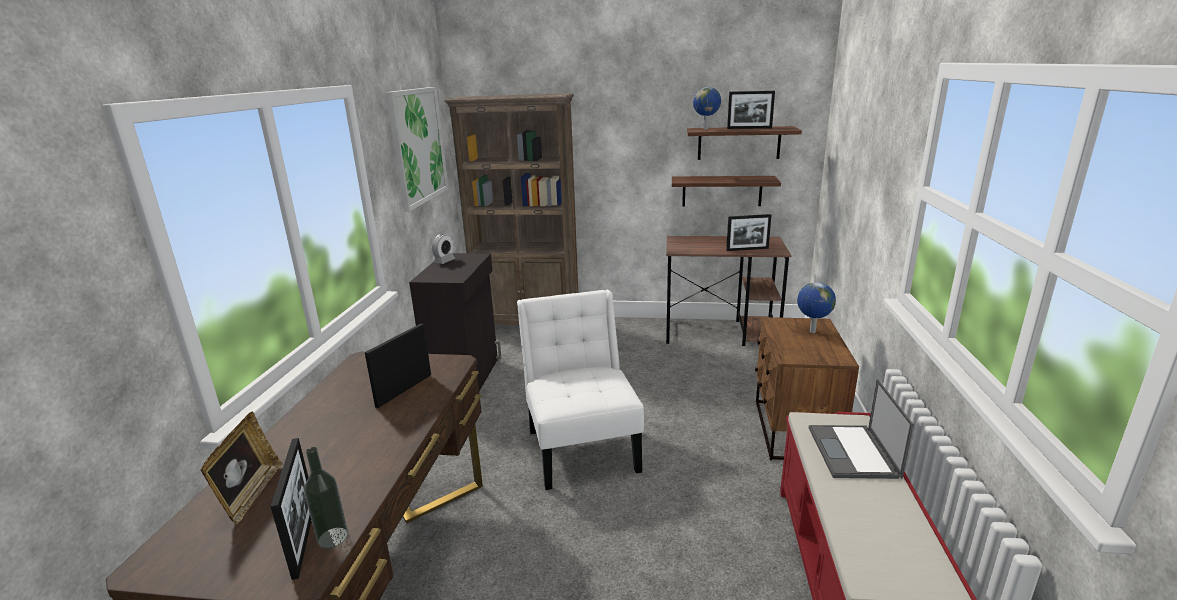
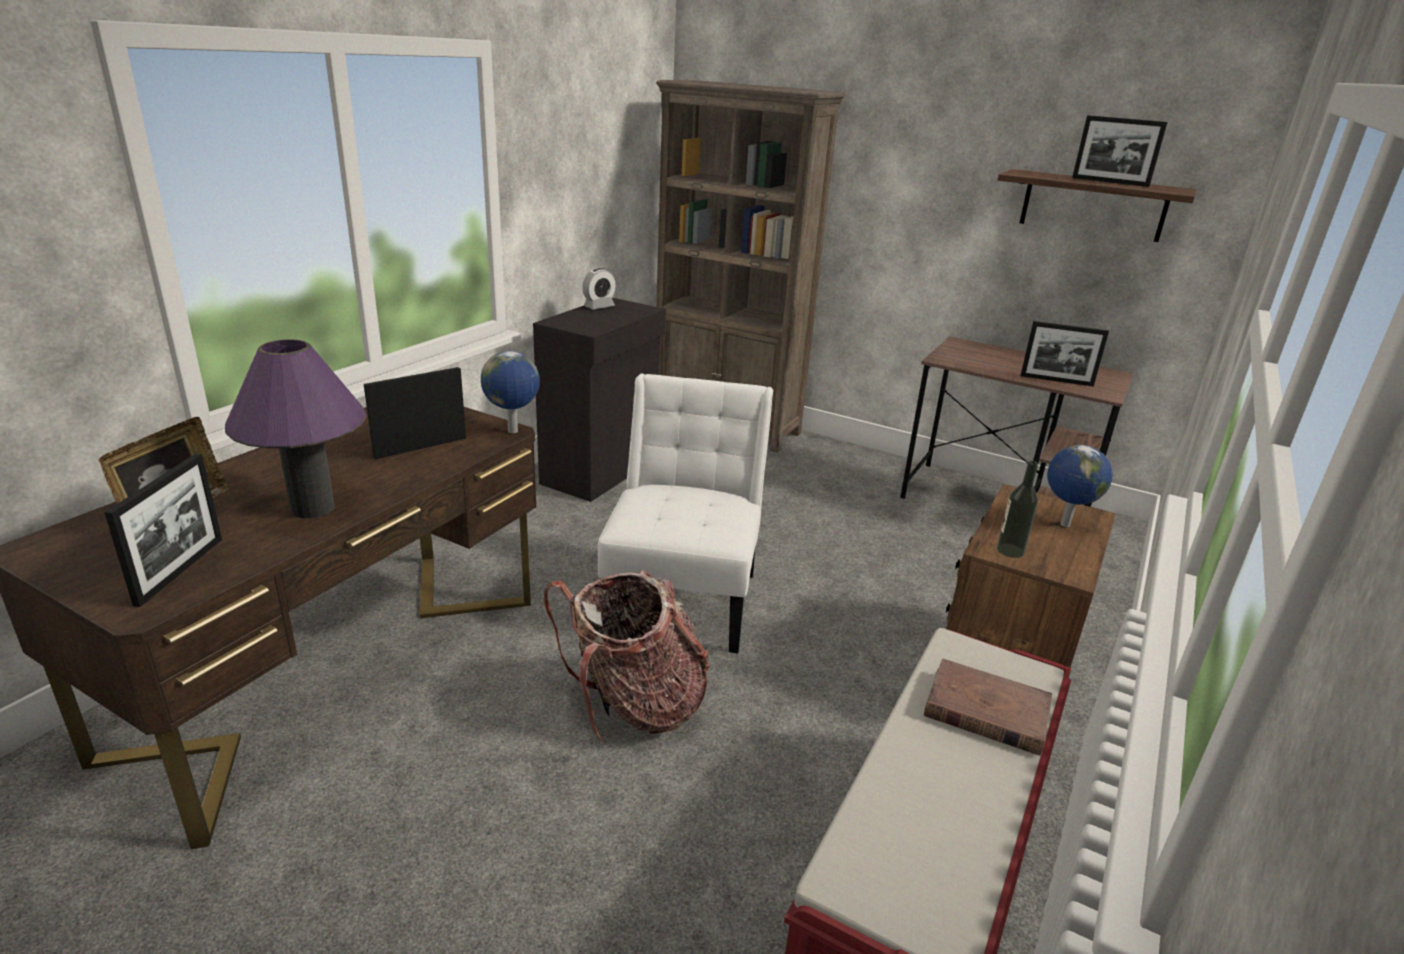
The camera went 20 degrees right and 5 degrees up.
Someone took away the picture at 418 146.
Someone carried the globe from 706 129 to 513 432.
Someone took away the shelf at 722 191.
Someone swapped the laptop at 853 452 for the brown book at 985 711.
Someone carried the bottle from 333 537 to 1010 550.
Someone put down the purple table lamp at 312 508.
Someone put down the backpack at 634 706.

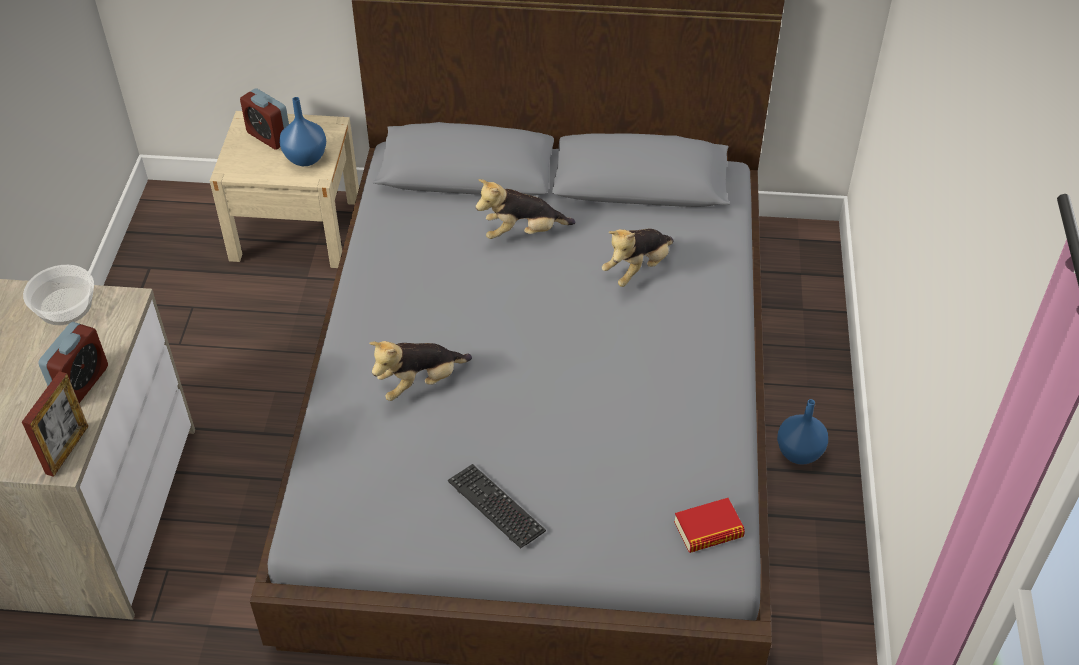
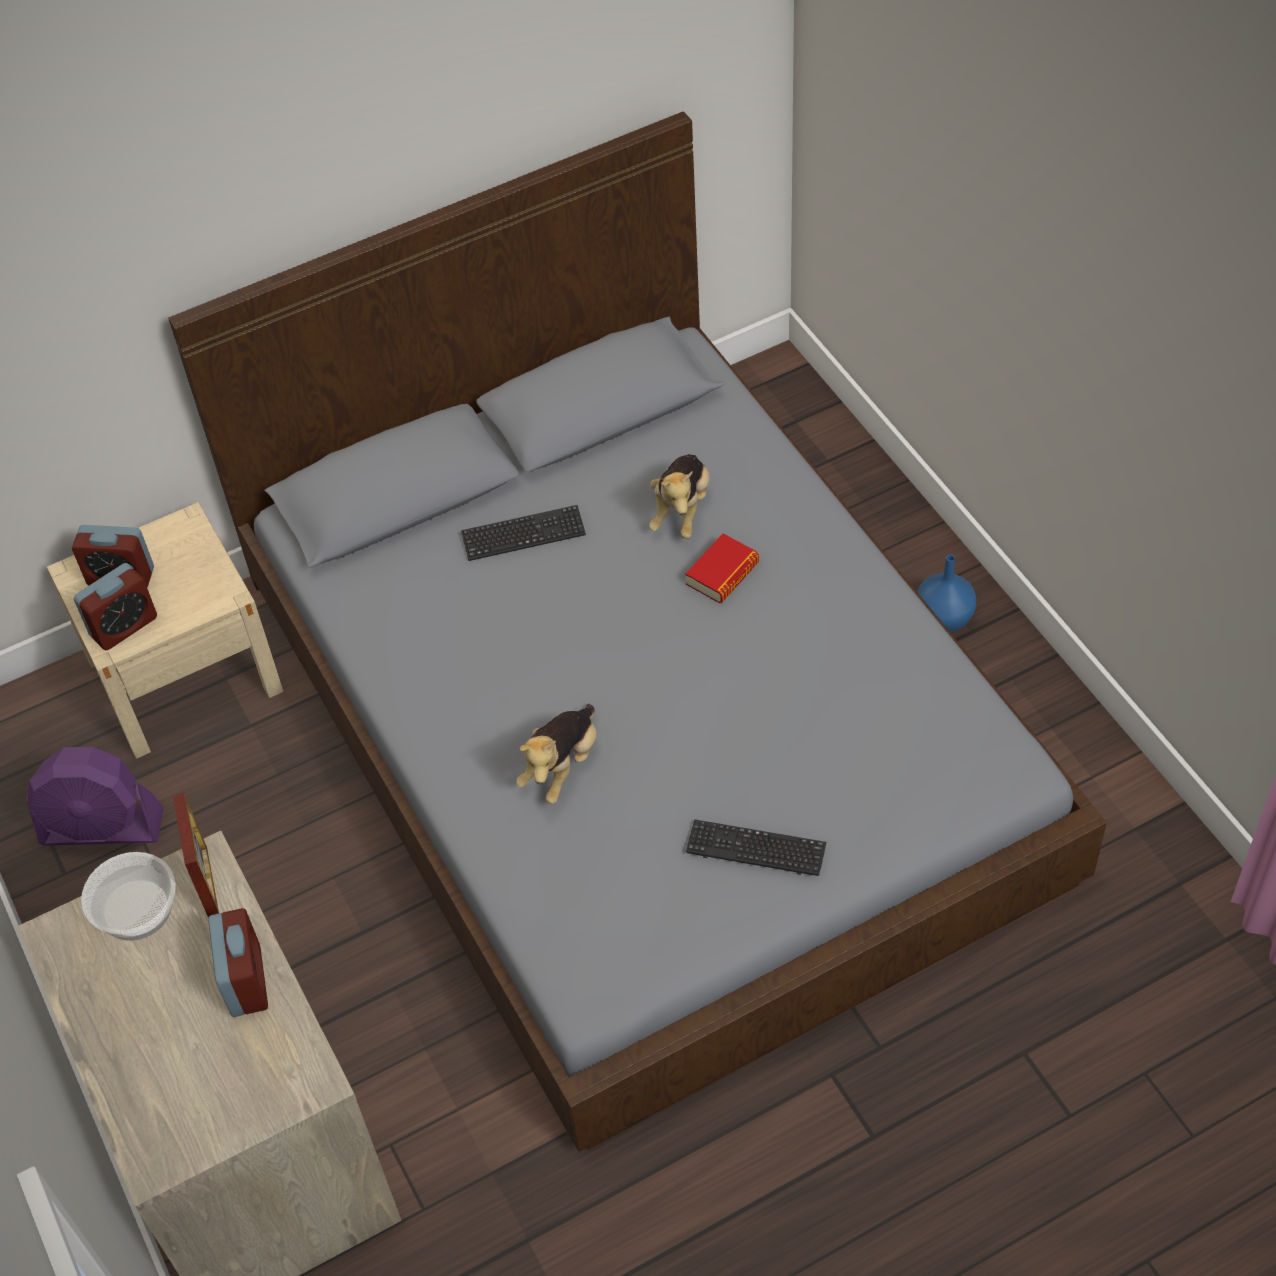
The camera went 30 degrees left and 5 degrees up.
Someone took away the blue vase at 306 157.
Someone swapped the plush toy at 522 233 for the keyboard at 523 535.
Someone carried the picture frame from 67 450 to 207 882.
Someone carried the book from 708 530 to 722 574.
Someone put down the alarm clock at 124 626.
Someone put down the purple fan at 102 827.

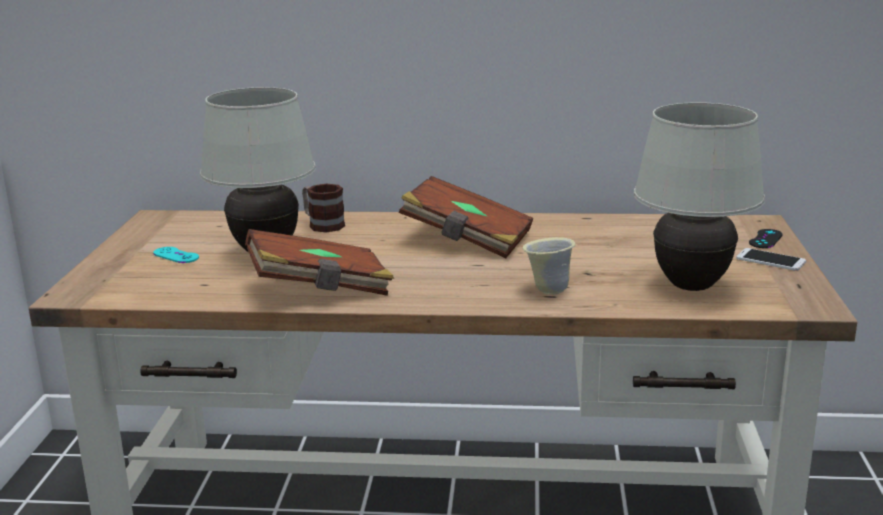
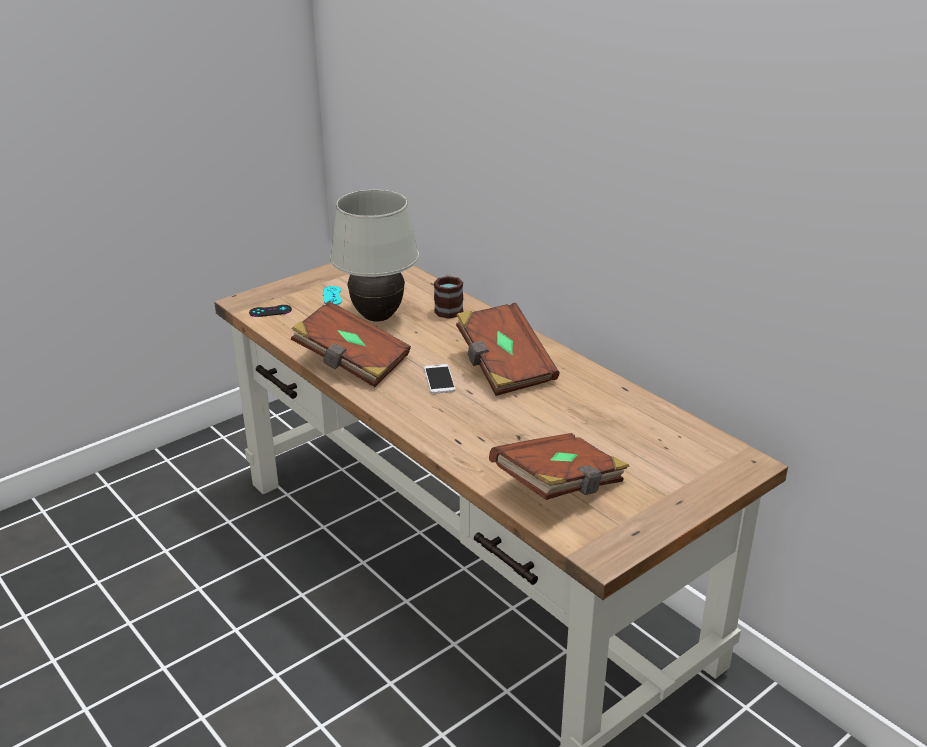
The camera went 45 degrees right and 10 degrees up.
Someone swapped the white table lamp at 691 286 for the brown book at 560 486.
Someone carried the black game controller from 765 239 to 270 311.
Someone took away the beige mug at 547 291.
Someone carried the phone from 770 260 to 439 379.

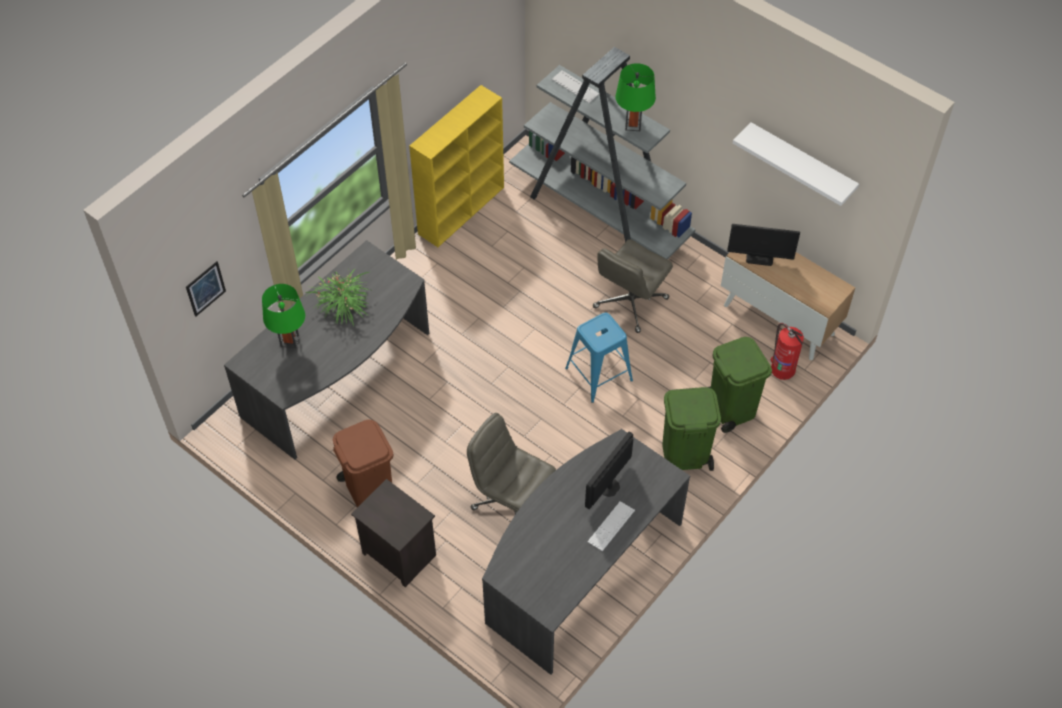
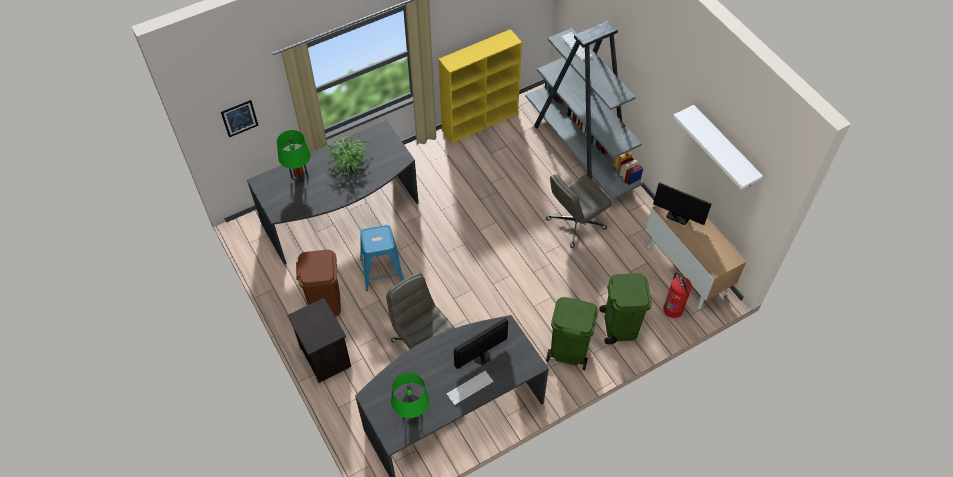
The camera went 20 degrees right and 0 degrees up.
Someone carried the green table lamp from 633 125 to 412 416.
Someone carried the blue stool from 599 374 to 382 271.

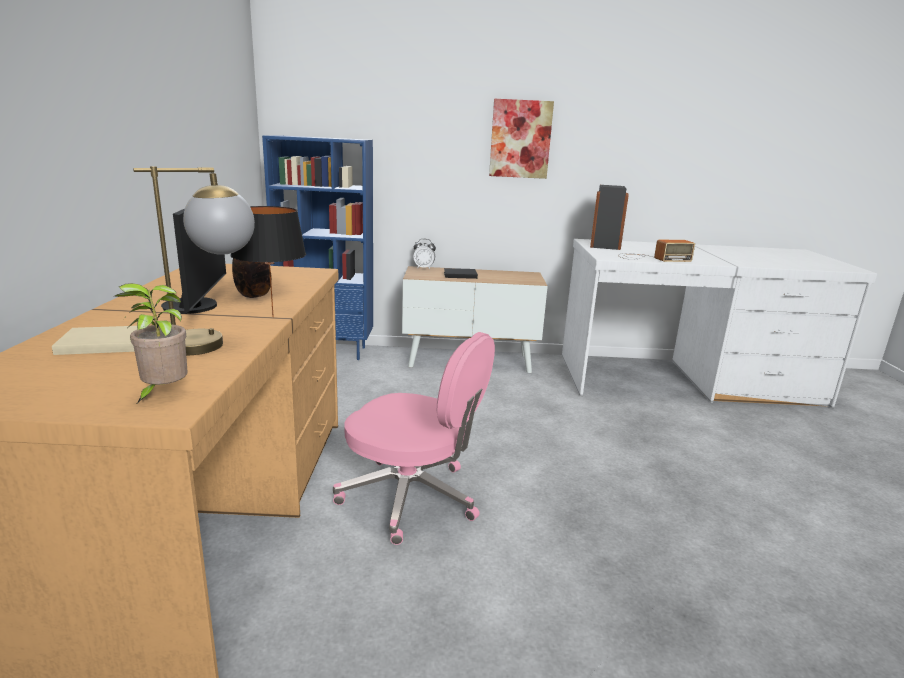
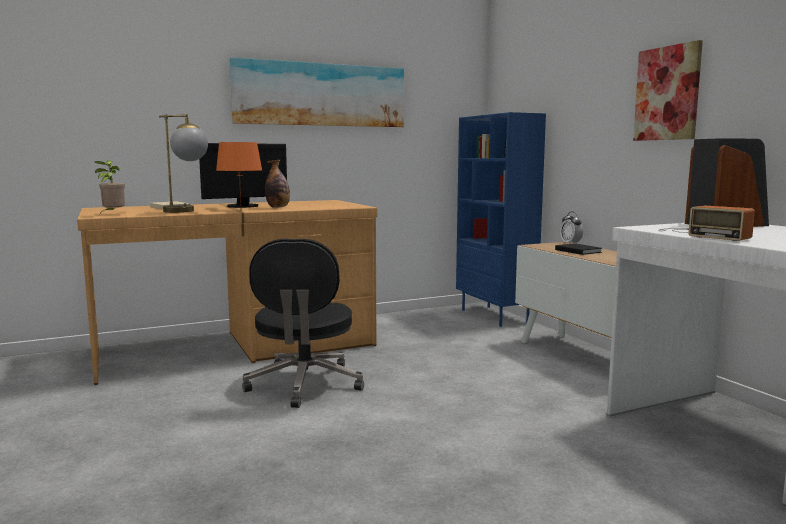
The camera went 65 degrees right and 10 degrees down.
Someone repainted the black table lamp at 273 316, which became the orange table lamp at 241 211.
Someone repainted the pink office chair at 412 498, which became the black office chair at 304 385.
Someone put up the picture at 320 95.

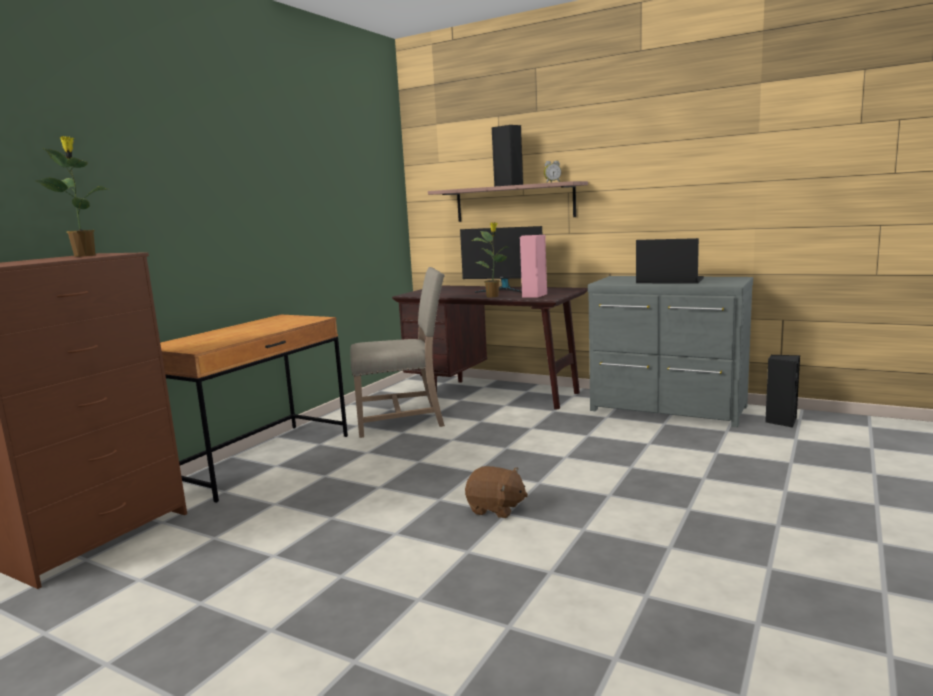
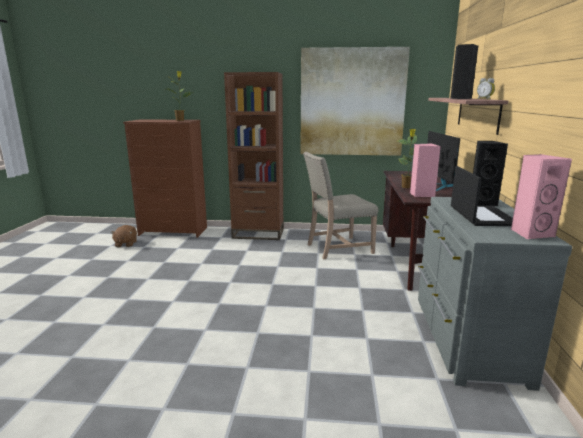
The camera went 65 degrees right and 5 degrees up.
Someone rotated the beige chair at 403 420 by 105 degrees clockwise.
Someone swapped the brown desk at 261 460 for the brown bookcase at 258 233.
Someone carried the black speaker from 781 421 to 481 203.
Someone carried the brown plush toy from 495 509 to 125 244.
Someone put up the picture at 352 102.
Someone put down the pink speaker at 530 233.

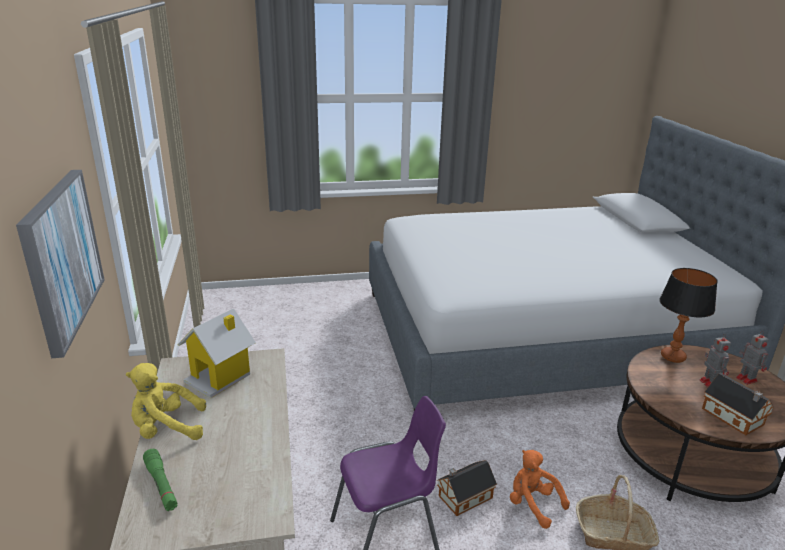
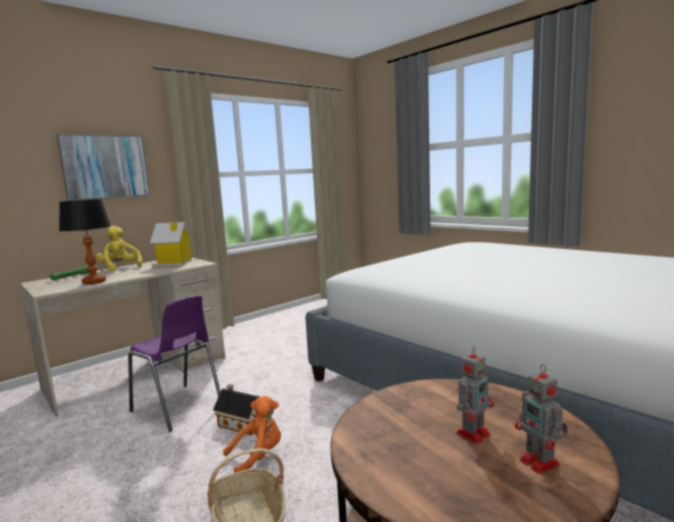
The camera went 60 degrees right and 15 degrees down.
Someone carried the table lamp from 673 357 to 94 282.
Someone rotated the toy robot at 745 378 by 120 degrees clockwise.
Someone took away the toy house at 734 418.
Someone rotated the orange plush toy at 532 504 by 45 degrees clockwise.

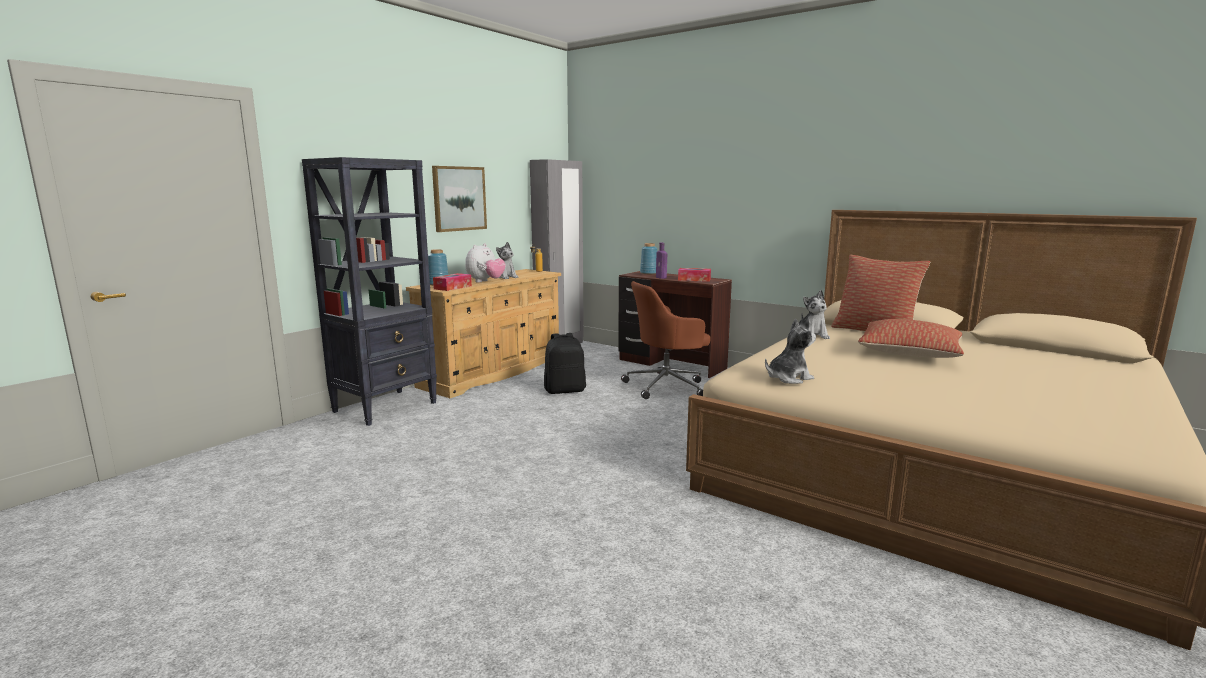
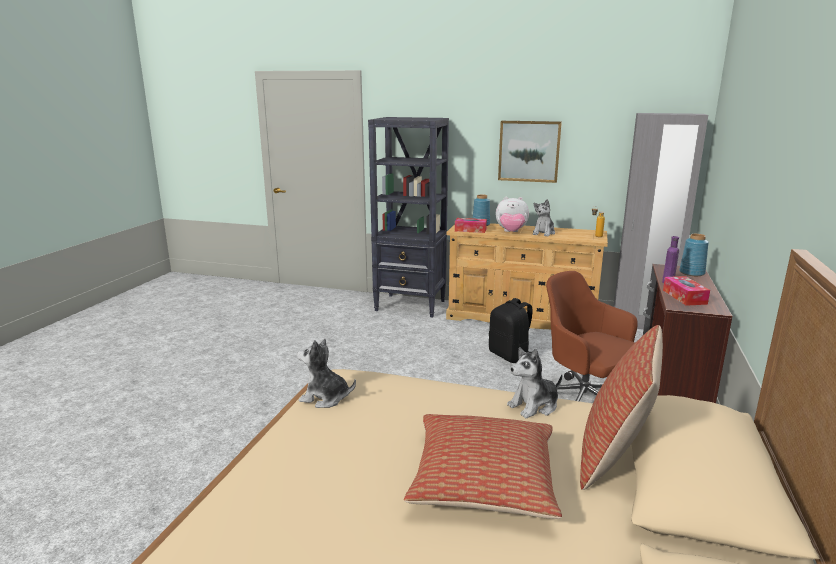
The camera went 70 degrees right and 5 degrees up.
Someone rotated the plush toy at 788 378 by 150 degrees clockwise.

